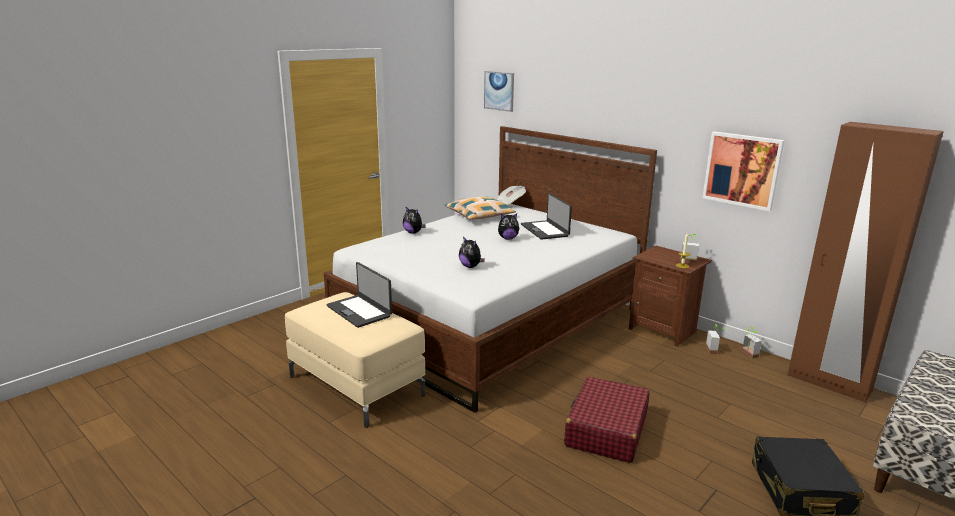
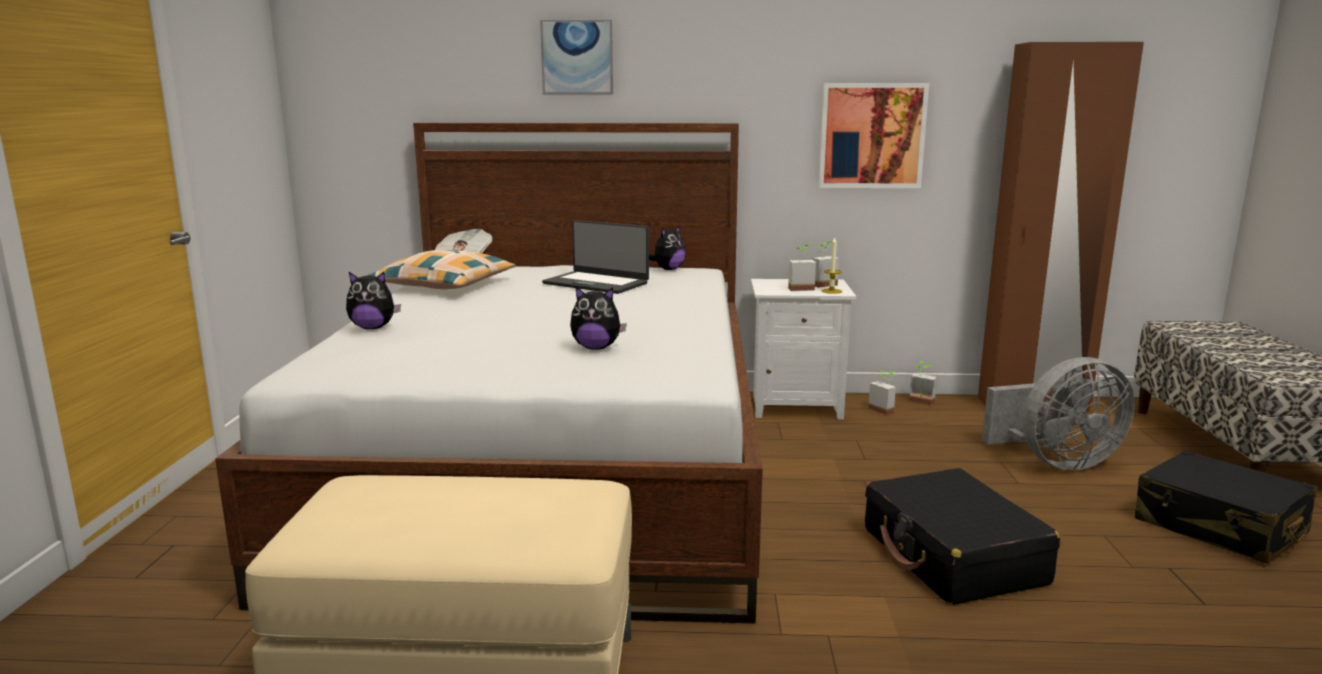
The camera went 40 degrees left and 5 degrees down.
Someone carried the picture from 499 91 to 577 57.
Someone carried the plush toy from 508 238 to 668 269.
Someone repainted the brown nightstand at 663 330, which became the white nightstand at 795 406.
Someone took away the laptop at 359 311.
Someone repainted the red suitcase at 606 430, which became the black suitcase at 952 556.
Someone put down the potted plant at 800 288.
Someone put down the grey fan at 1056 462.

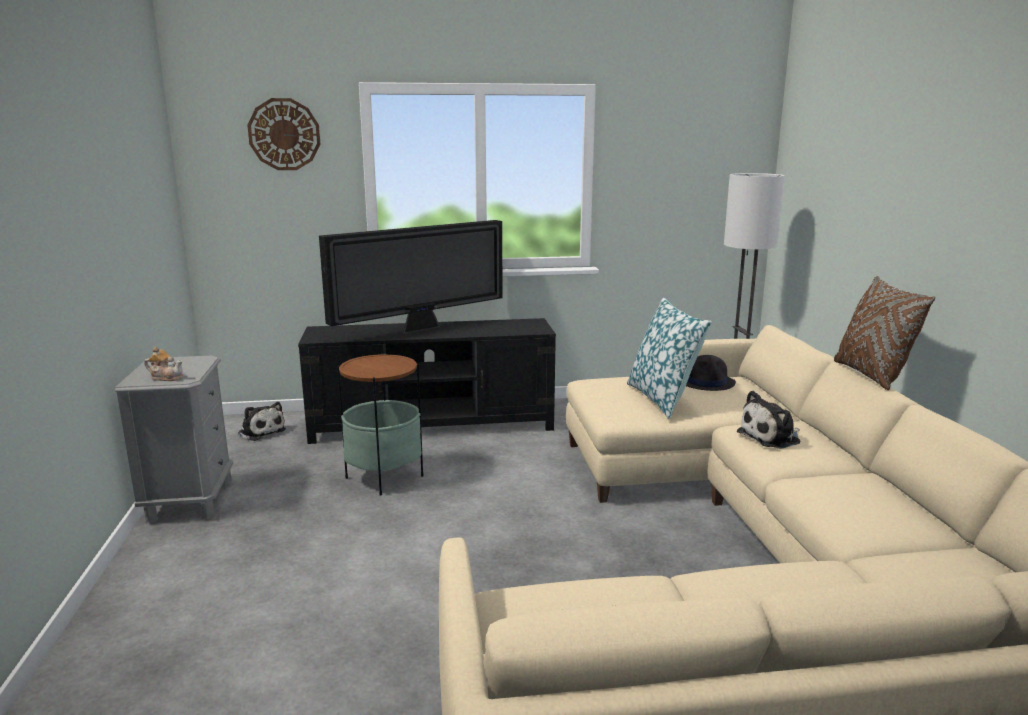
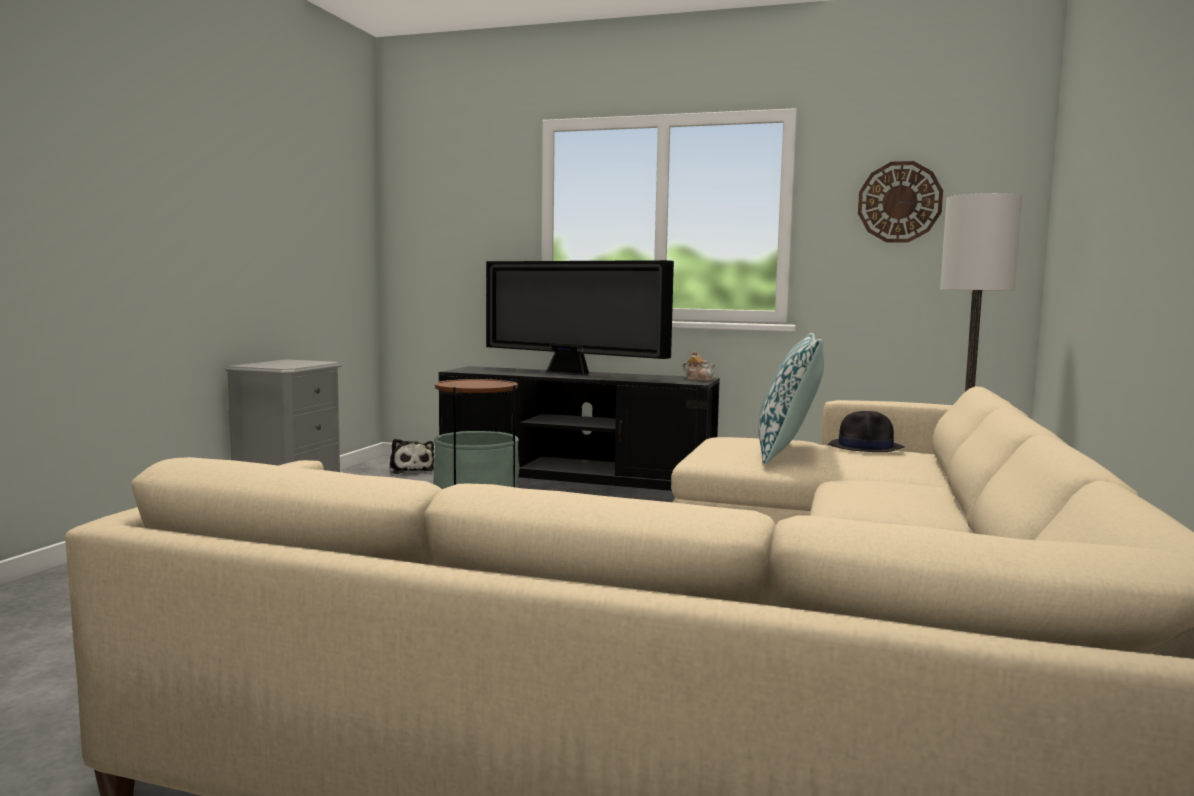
The camera went 25 degrees right and 10 degrees down.
Someone carried the wall clock from 284 134 to 899 202.
Someone rotated the television at 421 329 by 45 degrees clockwise.
Someone took away the brown pillow at 871 375.
Someone carried the teapot from 166 377 to 699 379.
Someone took away the plush toy at 771 437.

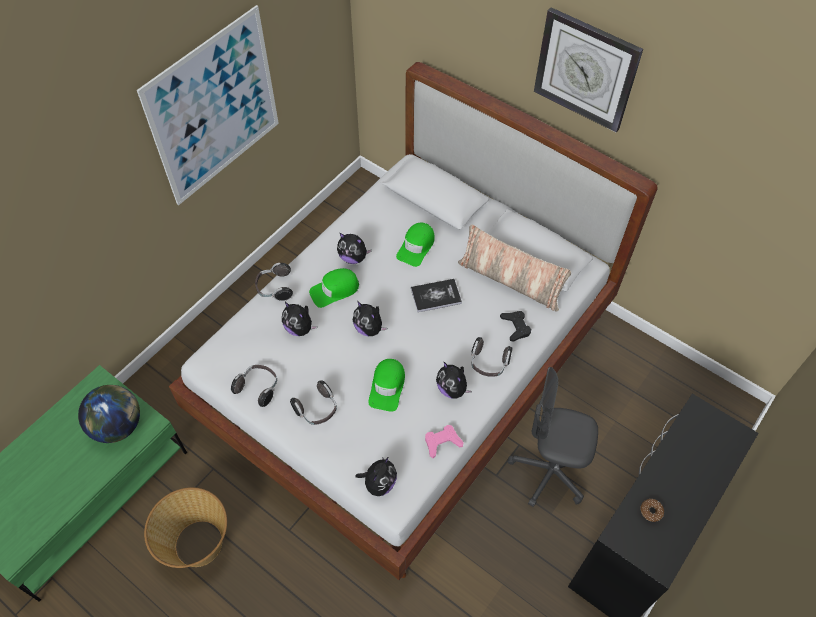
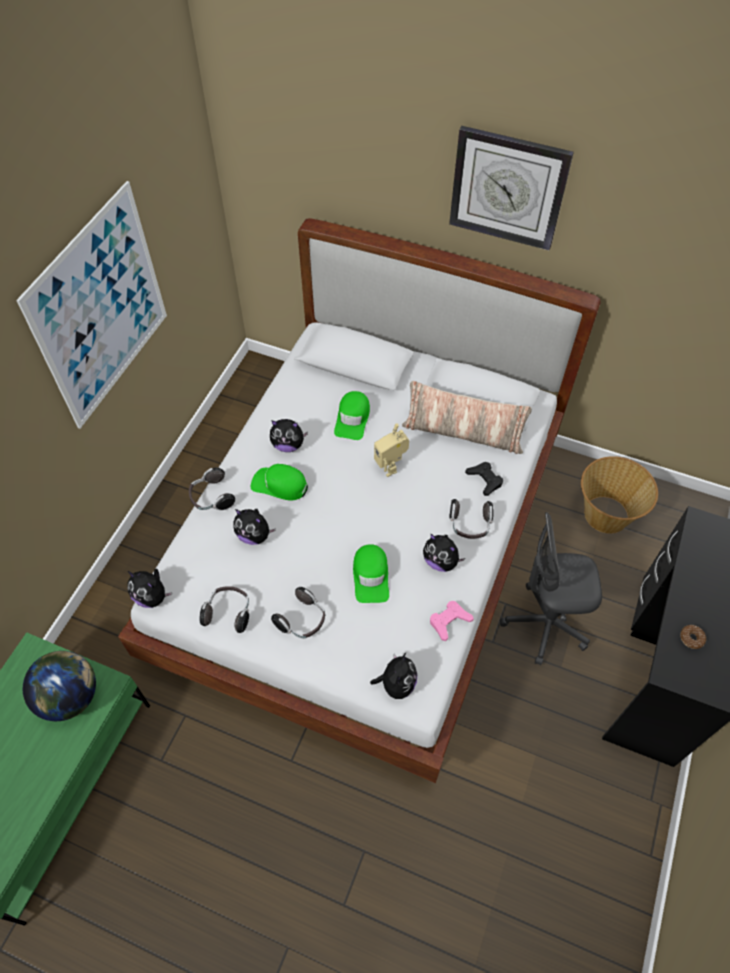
The camera went 15 degrees left and 0 degrees up.
Someone rotated the green cap at 334 290 by 60 degrees clockwise.
Someone swapped the book at 436 296 for the toy robot at 390 466.
Someone carried the plush toy from 369 328 to 152 596.
Someone carried the basket from 198 544 to 605 515.

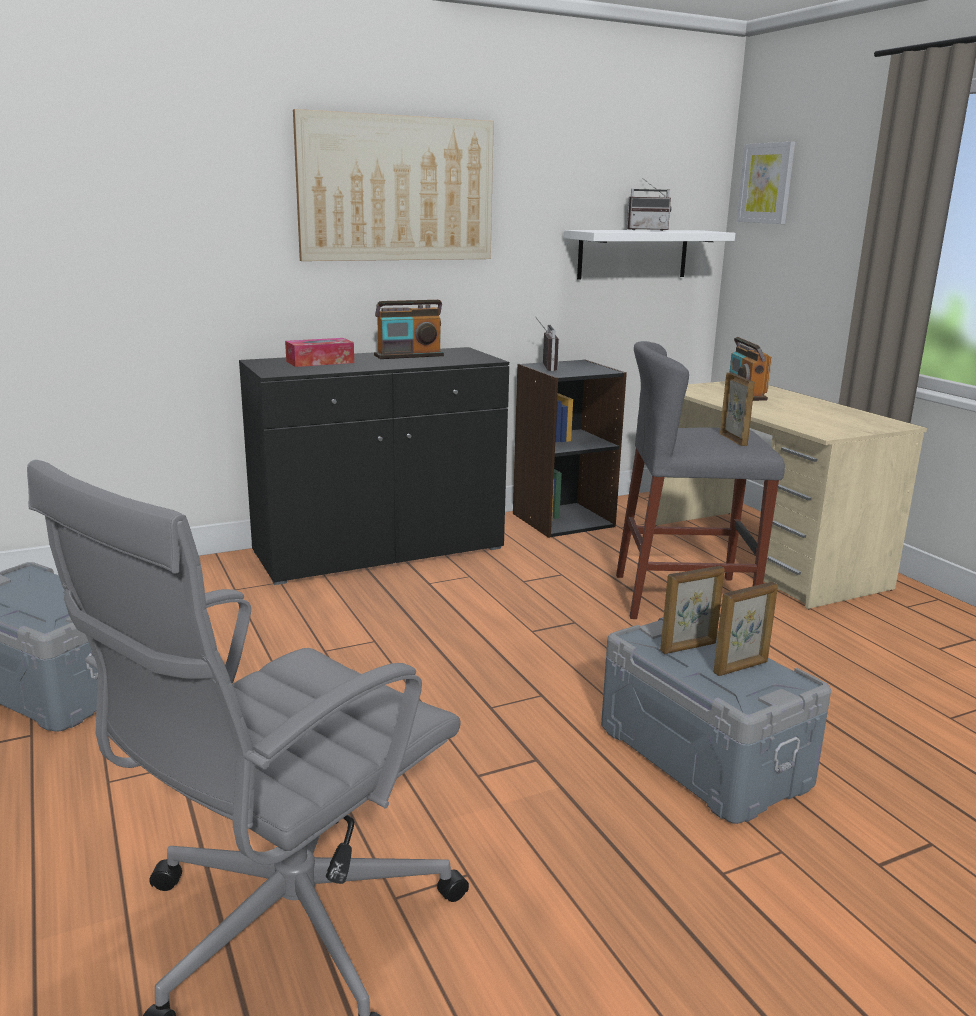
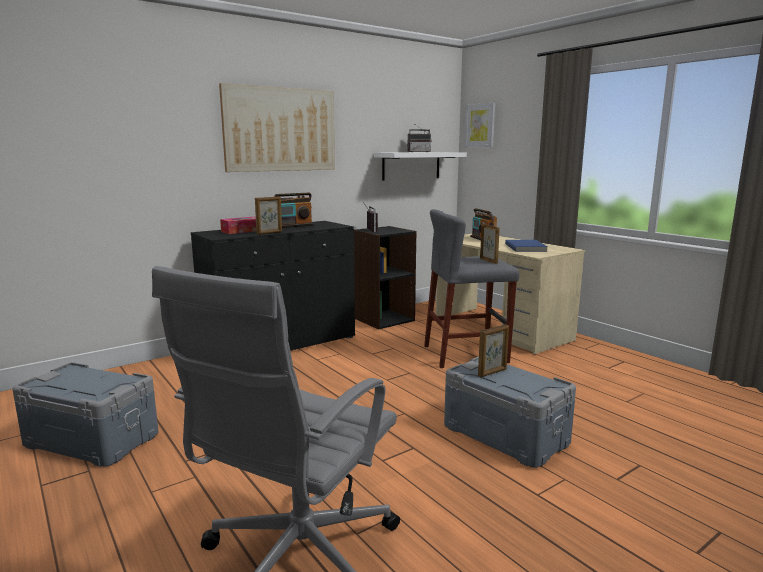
The camera went 10 degrees left and 5 degrees down.
Someone carried the picture frame from 741 668 to 269 233.
Someone put down the blue book at 526 248.

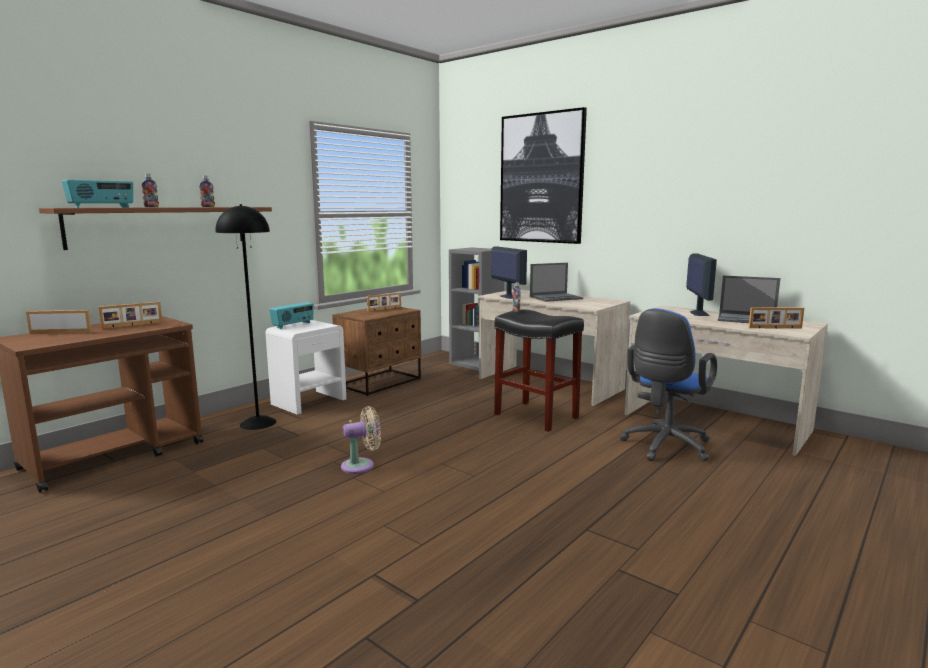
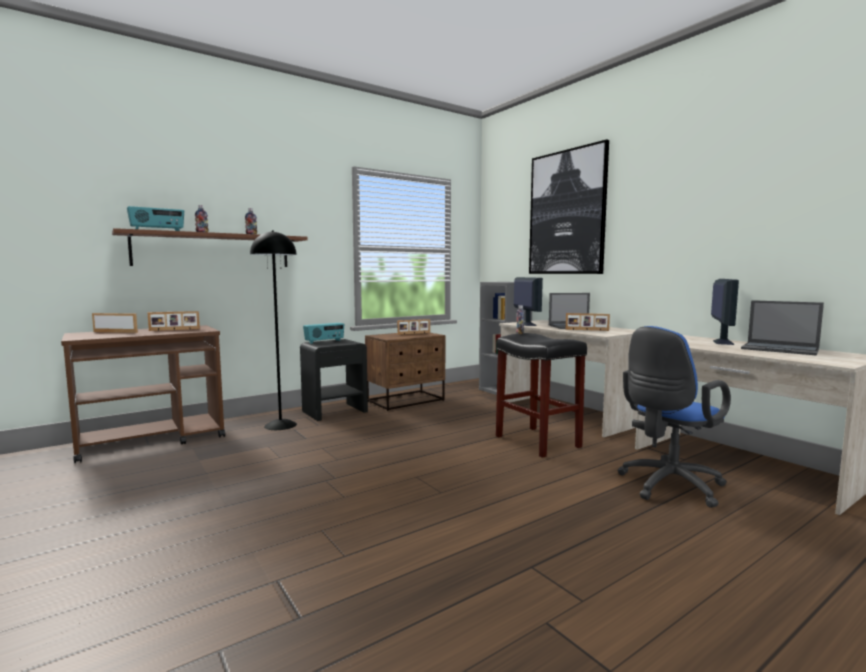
The camera went 15 degrees right and 5 degrees down.
Someone carried the picture frame from 775 328 to 587 330.
Someone repainted the white nightstand at 309 401, which became the black nightstand at 335 411.
Someone took away the beige fan at 361 466.

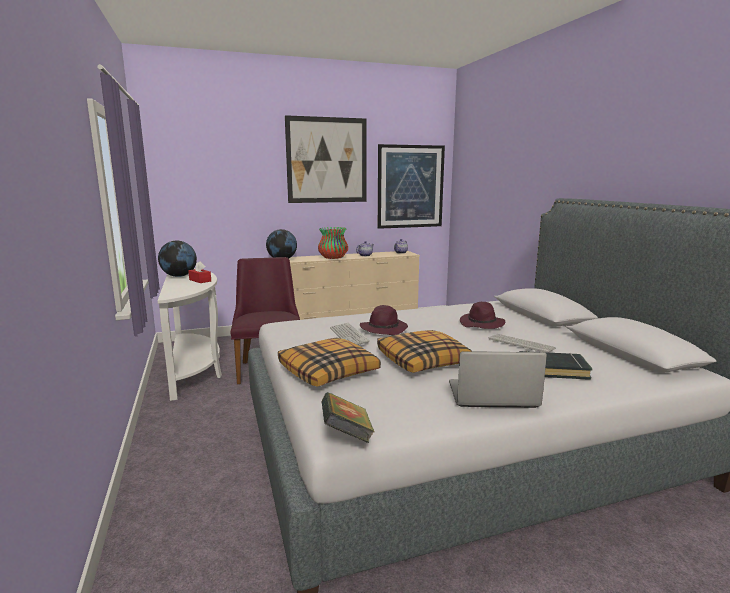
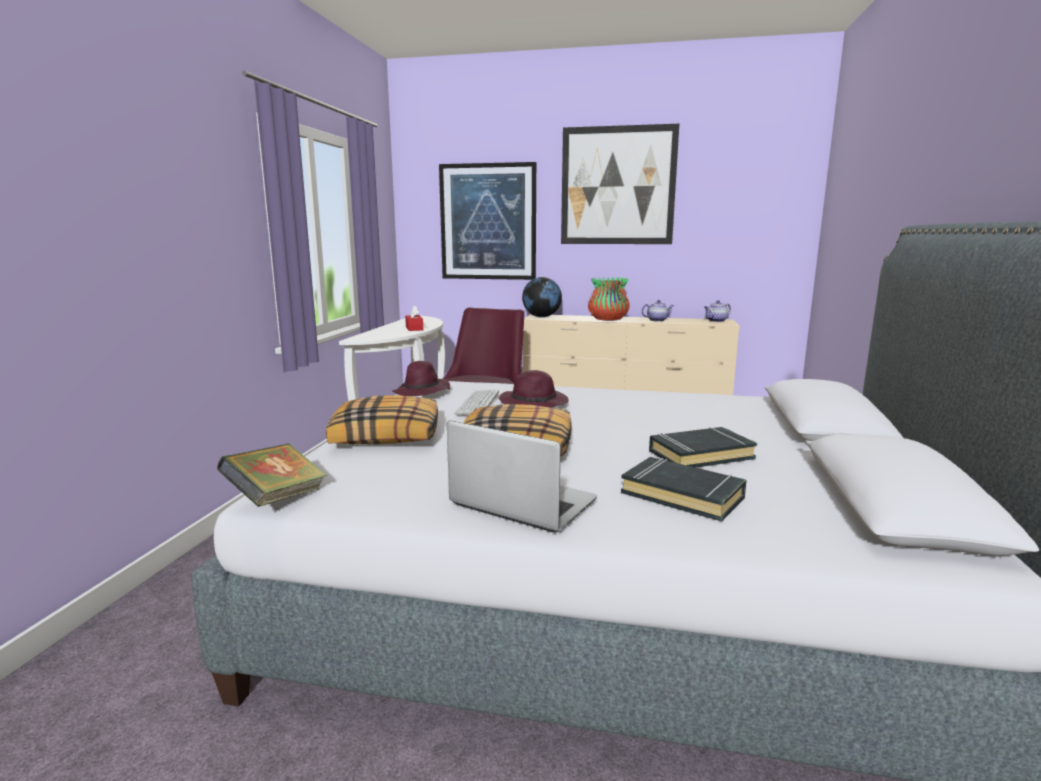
The camera went 30 degrees right and 0 degrees up.
Someone carried the picture from 410 187 to 488 222.
Someone took away the globe at 179 276.
Someone carried the purple hat from 482 324 to 422 392.
Someone swapped the keyboard at 521 344 for the black book at 700 454.

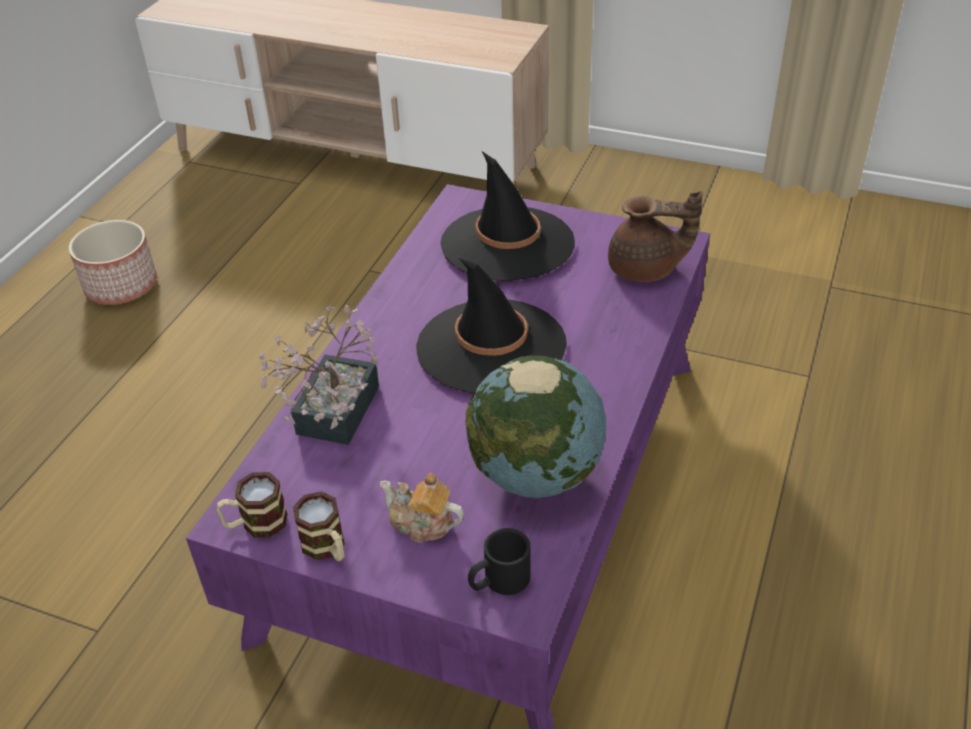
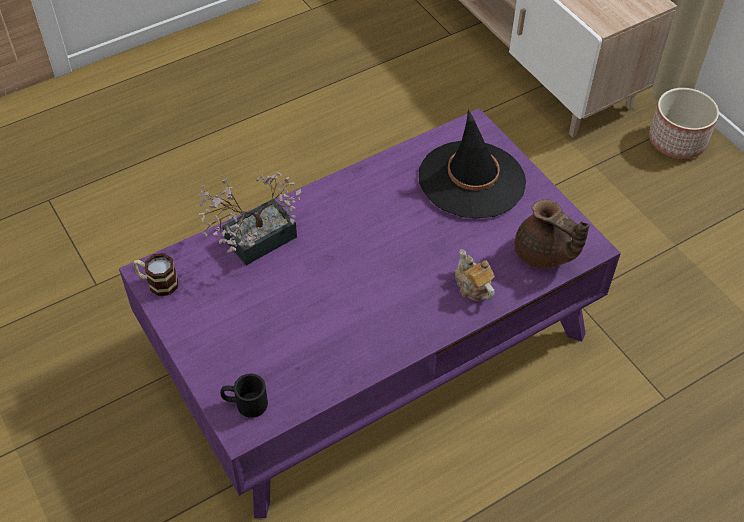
The camera went 35 degrees right and 10 degrees up.
Someone carried the planter from 122 286 to 677 141.
Someone took away the black hat at 491 346.
Someone took away the globe at 536 474.
Someone carried the teapot from 422 524 to 472 286.
Someone took away the mug at 327 548.

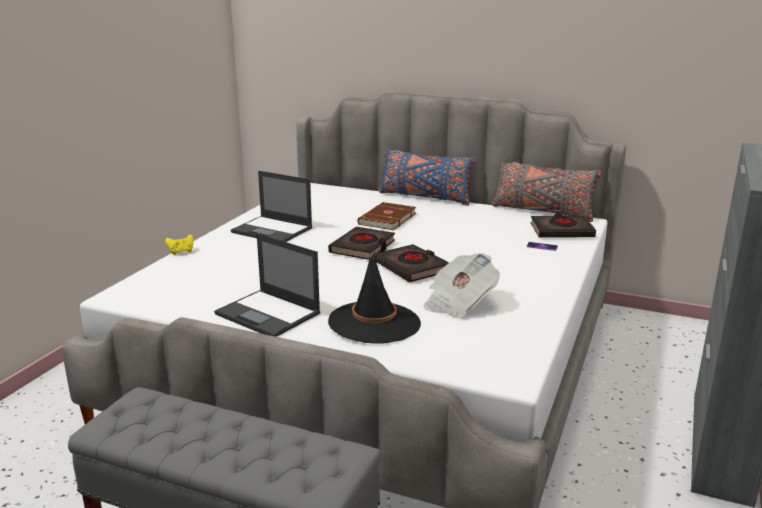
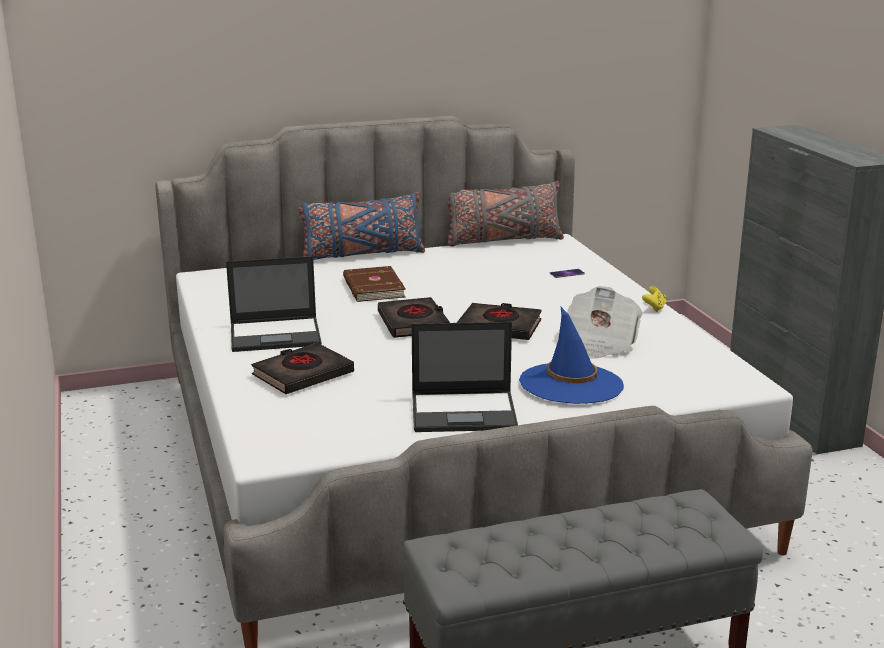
The camera went 40 degrees left and 0 degrees up.
Someone carried the black book from 561 231 to 302 375.
Someone carried the yellow game controller from 181 252 to 654 308.
Someone repainted the black hat at 374 323, which became the blue hat at 571 384.

